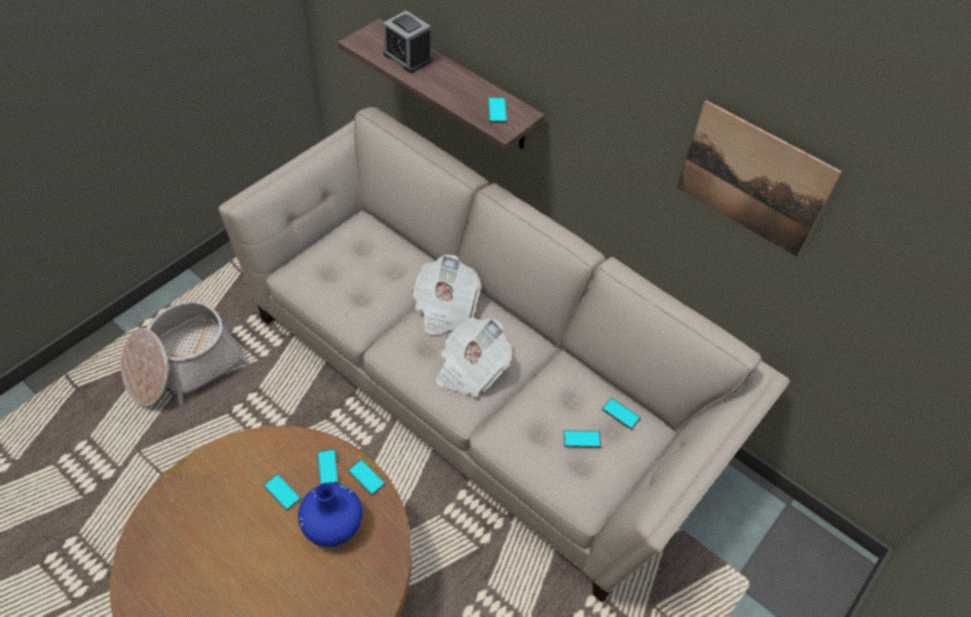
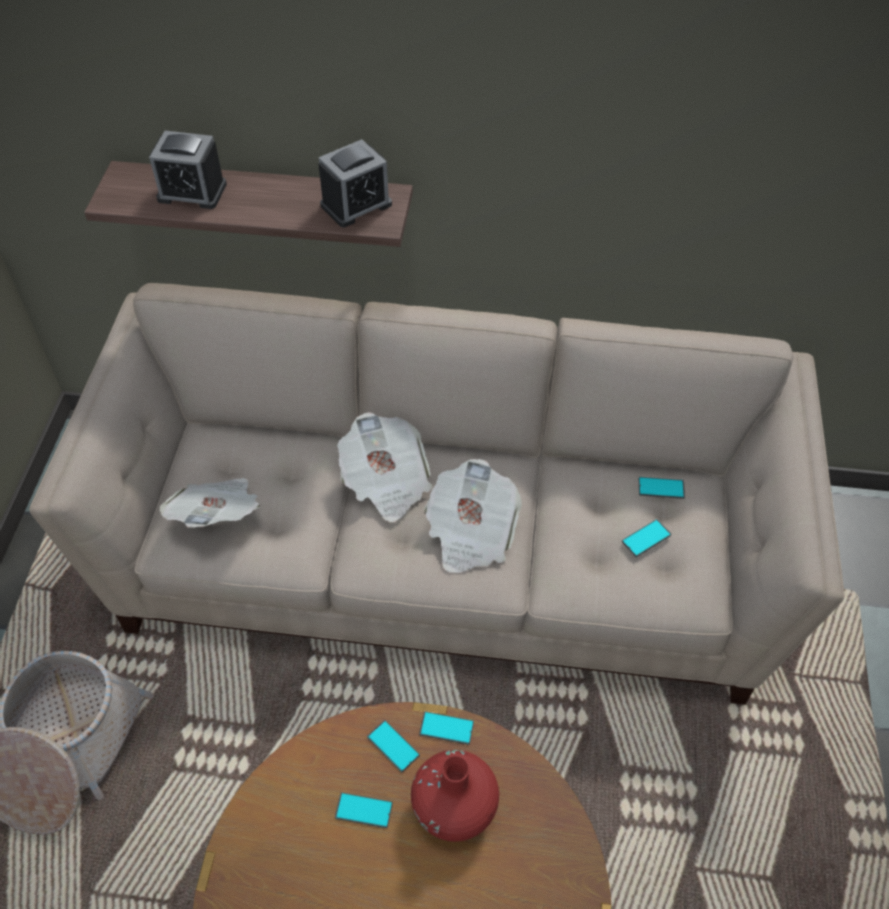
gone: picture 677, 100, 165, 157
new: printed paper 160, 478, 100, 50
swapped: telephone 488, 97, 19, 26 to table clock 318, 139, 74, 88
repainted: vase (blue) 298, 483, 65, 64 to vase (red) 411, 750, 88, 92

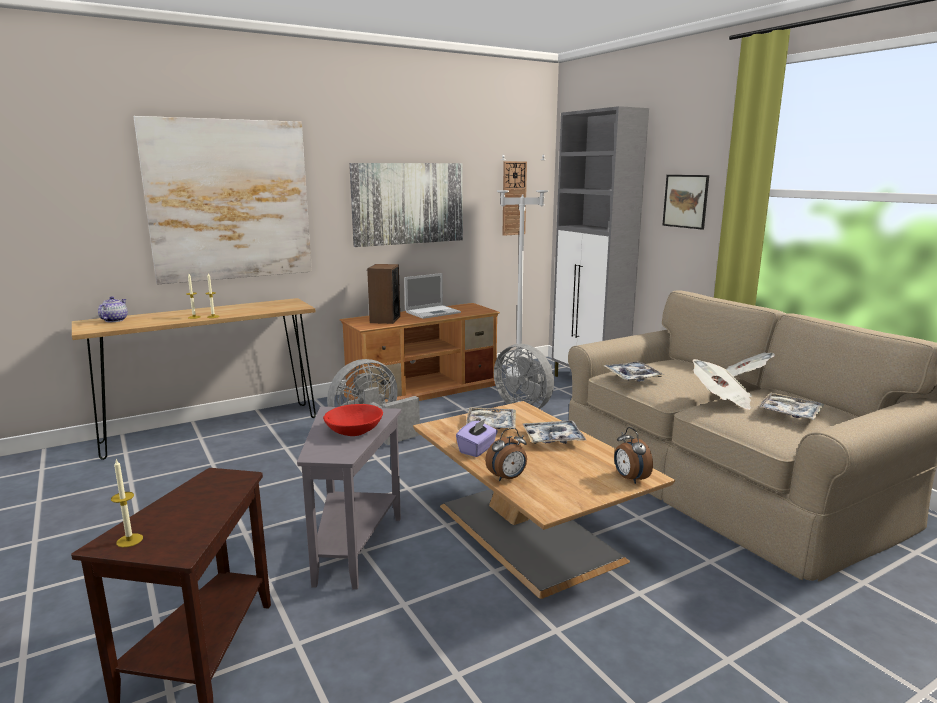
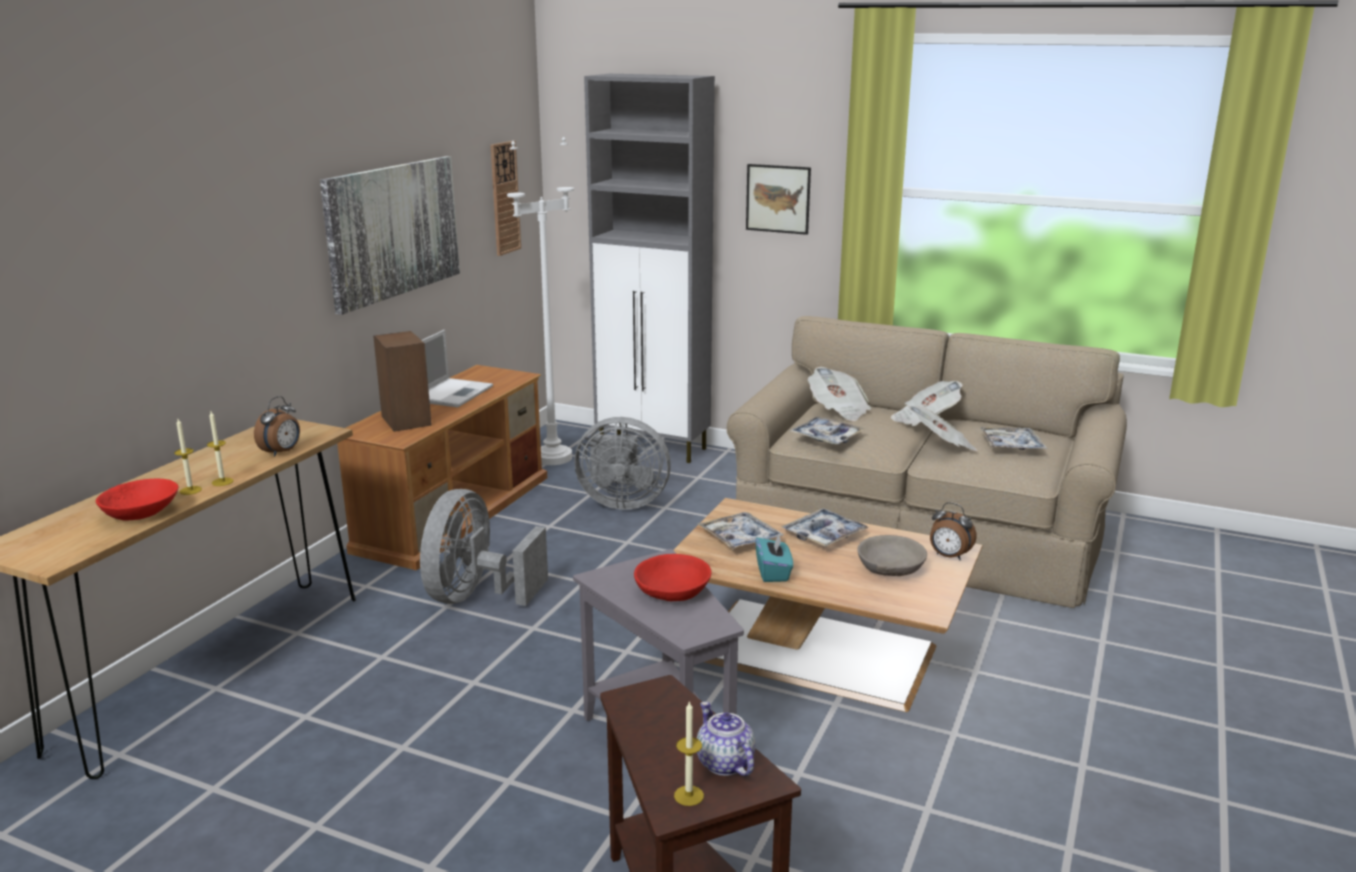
gone: picture 134, 116, 178, 169
new: bowl (red) 96, 479, 82, 42; printed paper 808, 367, 63, 54; bowl (greyish) 857, 535, 70, 41
shifted: tea pot 98, 296, 30, 26 to 697, 702, 59, 74; table clock 485, 428, 42, 54 to 254, 396, 46, 61
repainted: tissue box (purple) 456, 419, 42, 38 to tissue box (turquoise-coloured) 755, 534, 38, 48

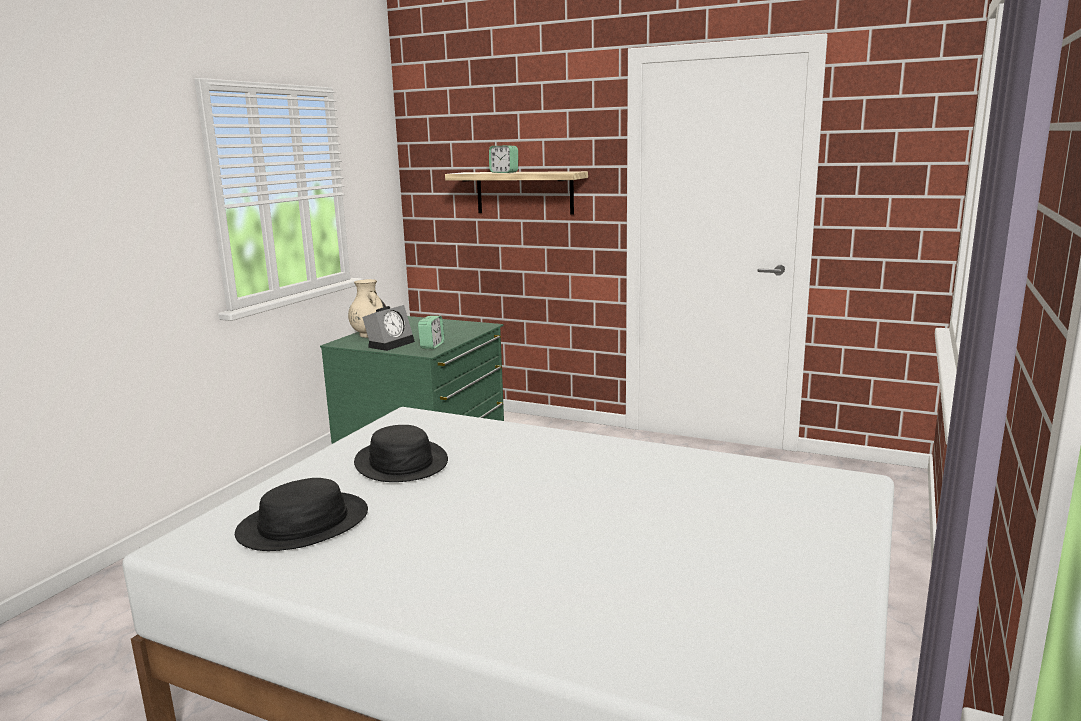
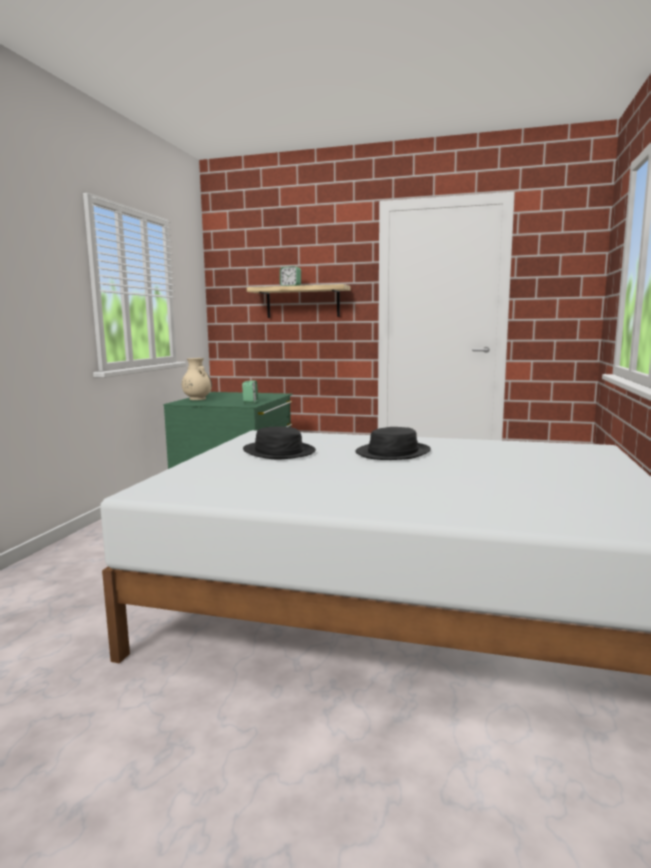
gone: table clock 362, 305, 53, 46
shifted: wearable hat (black-coloured) 235, 478, 133, 73 to 356, 427, 75, 33

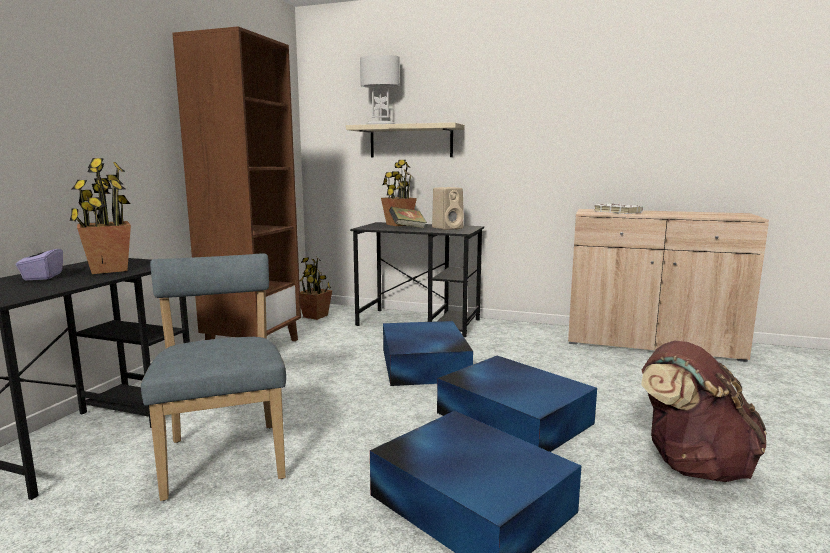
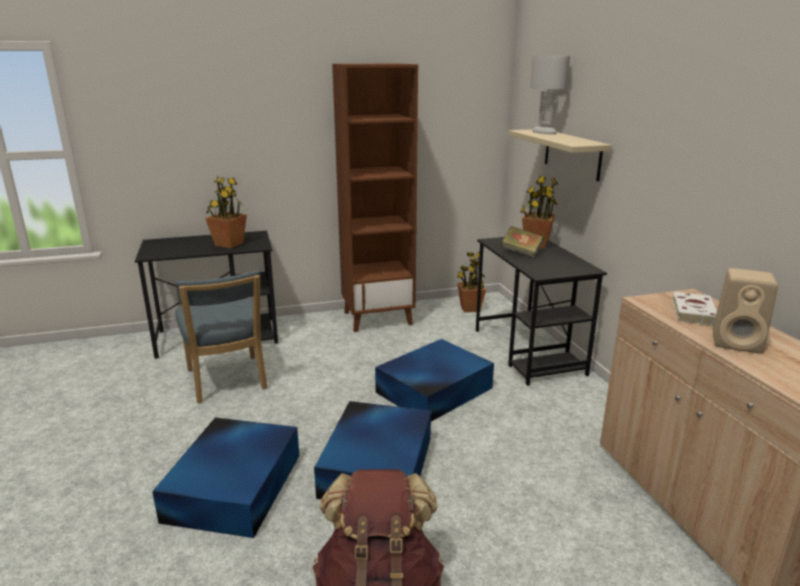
gone: tissue box (purple) 16, 242, 47, 38
shifted: loudspeaker (sand-coloured) 432, 187, 32, 43 to 713, 268, 65, 86
rotated: plain chair (blue) 141, 253, 145, 248 = 175, 270, 92, 133 120 degrees clockwise

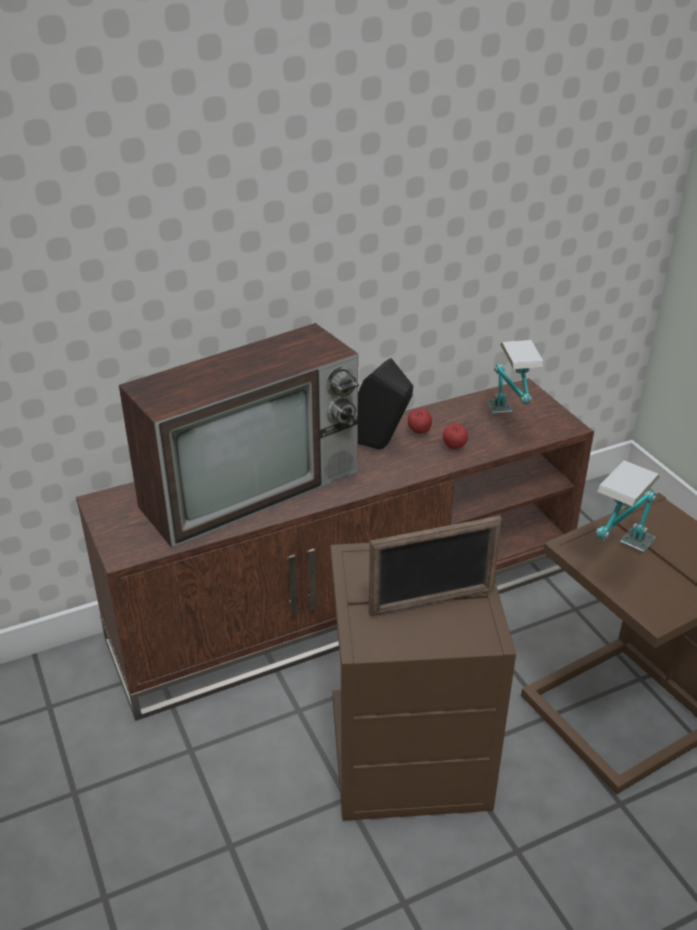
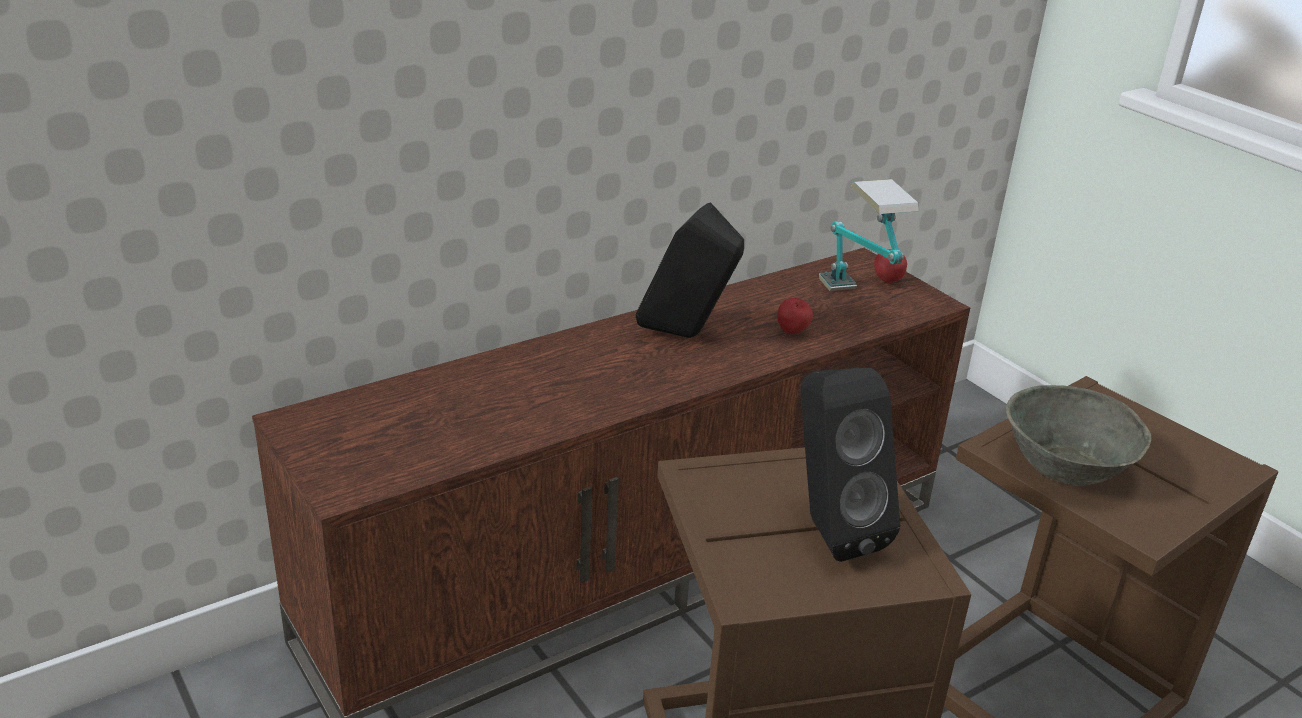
gone: television 119, 323, 240, 225
shifted: whole apple 408, 409, 24, 25 to 874, 249, 33, 34
swapped: photo frame 369, 516, 133, 101 to loudspeaker (black-coloured) 801, 368, 99, 194; tabletop lamp 596, 460, 63, 93 to bowl (greyish) 1006, 385, 145, 101

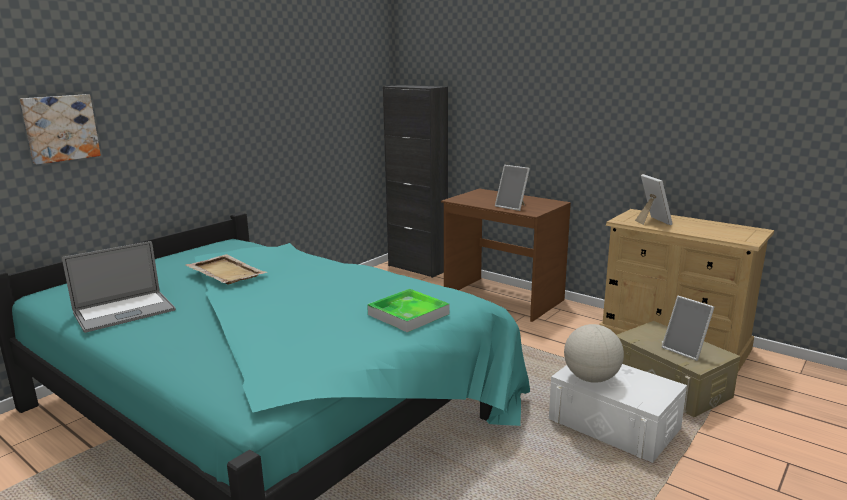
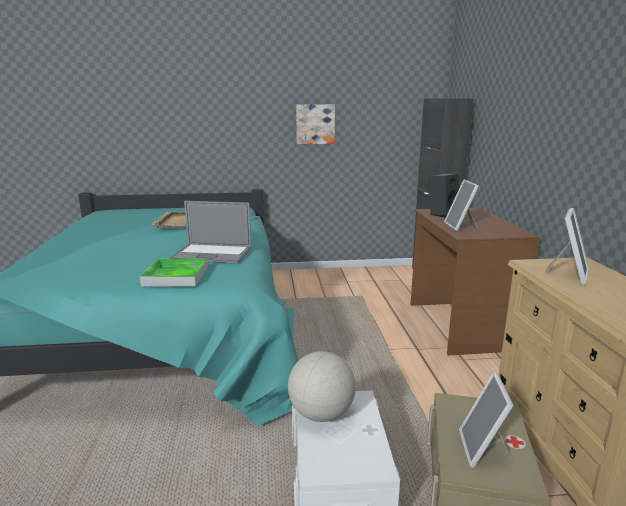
new: loudspeaker (black-coloured) 429, 174, 30, 44
shifted: picture 20, 94, 81, 71 to 296, 104, 39, 40; notebook computer 62, 241, 114, 92 to 170, 201, 81, 63

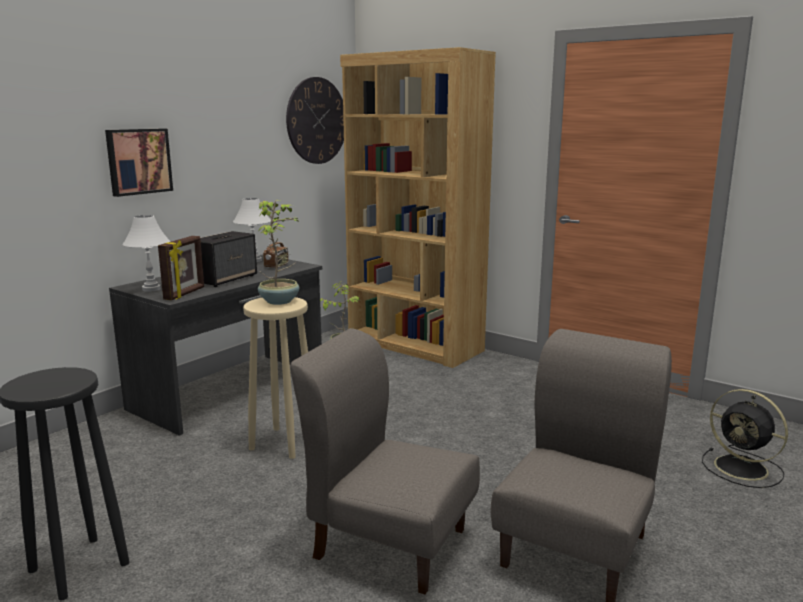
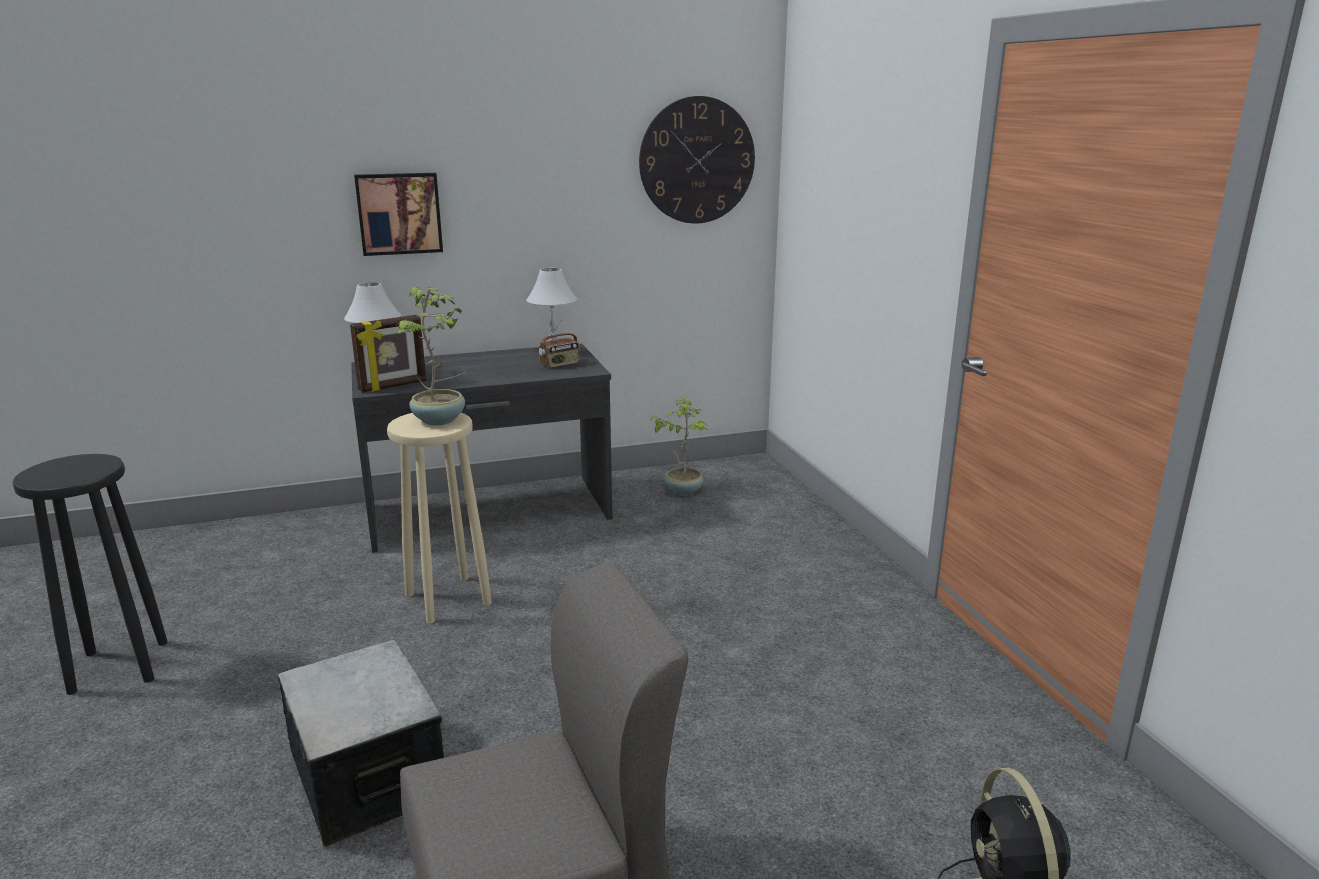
gone: loudspeaker 200, 231, 57, 56; shelving unit (brown-coloured) 340, 47, 156, 321
swapped: plain chair (greyish) 290, 328, 190, 266 to storage container 277, 640, 167, 207

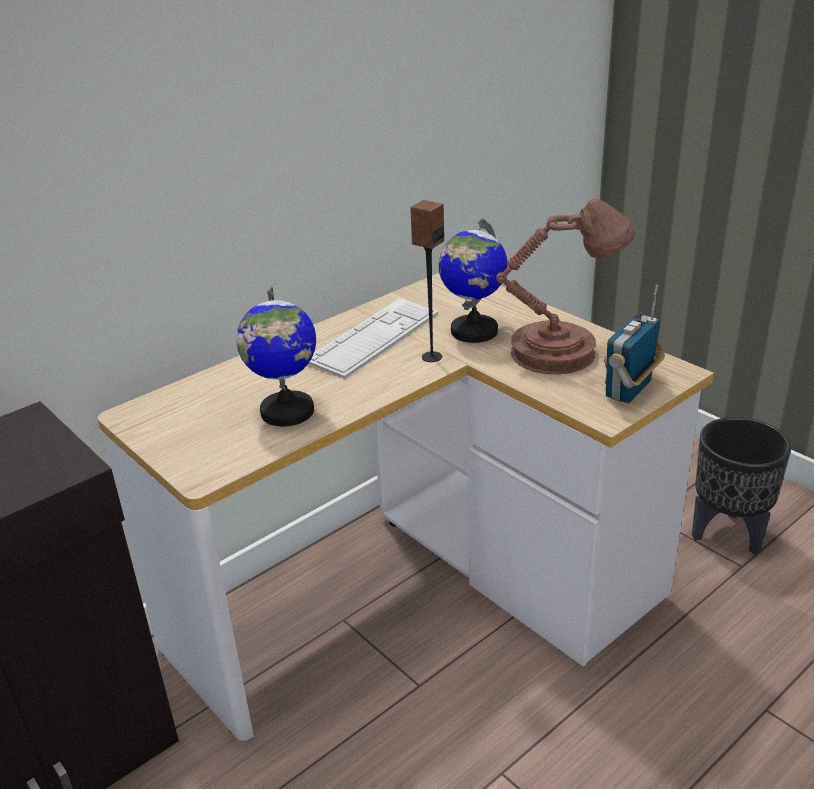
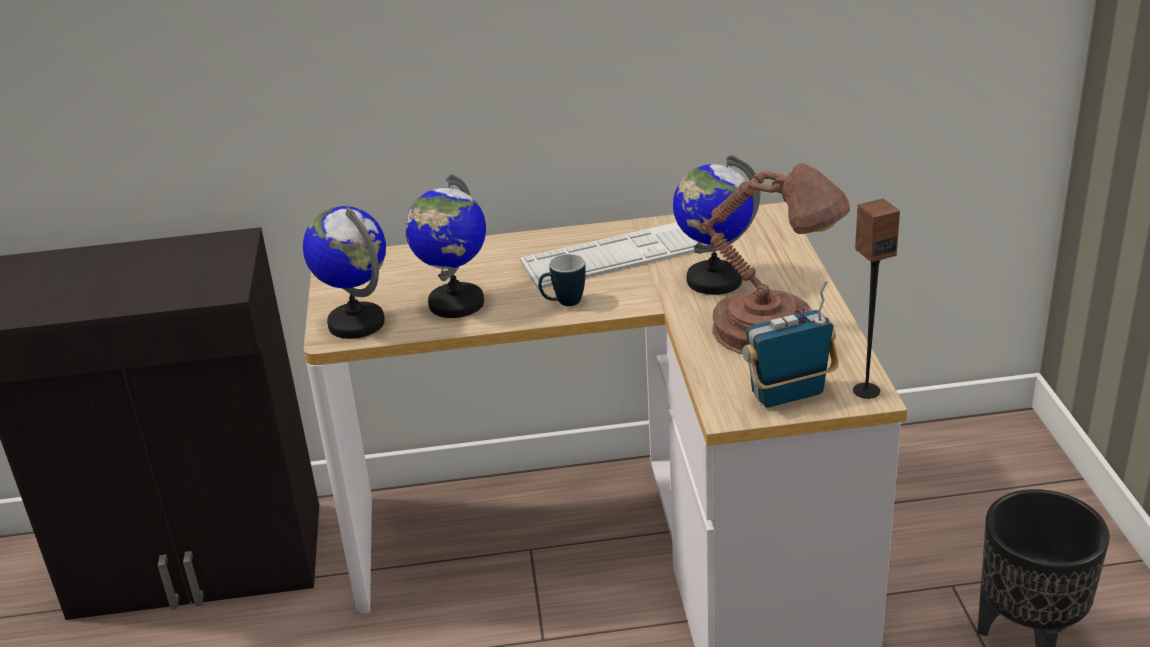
new: globe 303, 206, 83, 133; tea mug 538, 254, 48, 52
shifted: loudspeaker 410, 200, 34, 162 to 853, 198, 47, 201

